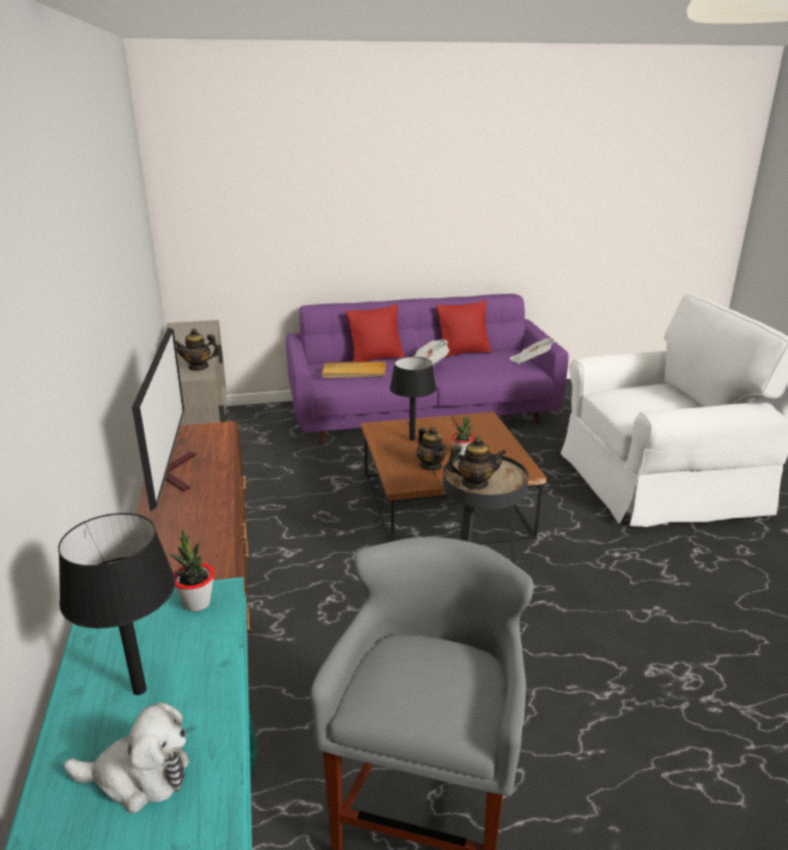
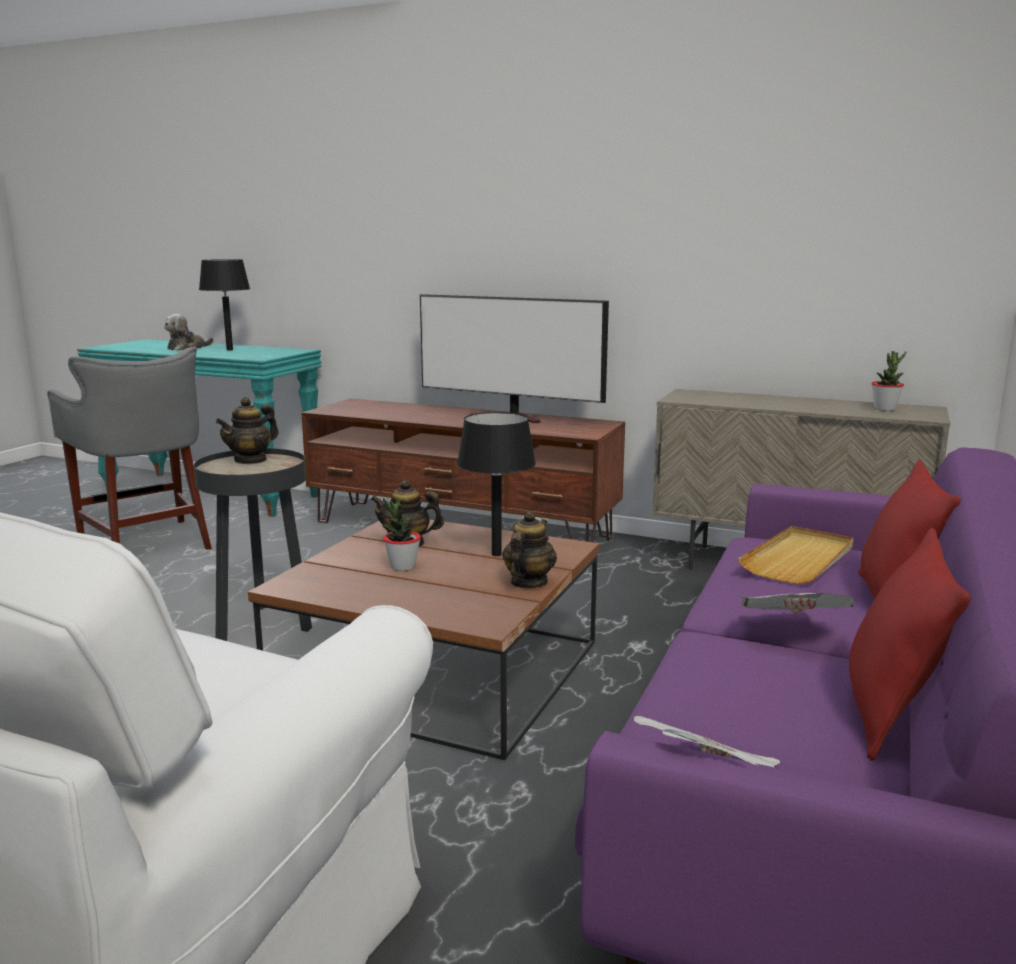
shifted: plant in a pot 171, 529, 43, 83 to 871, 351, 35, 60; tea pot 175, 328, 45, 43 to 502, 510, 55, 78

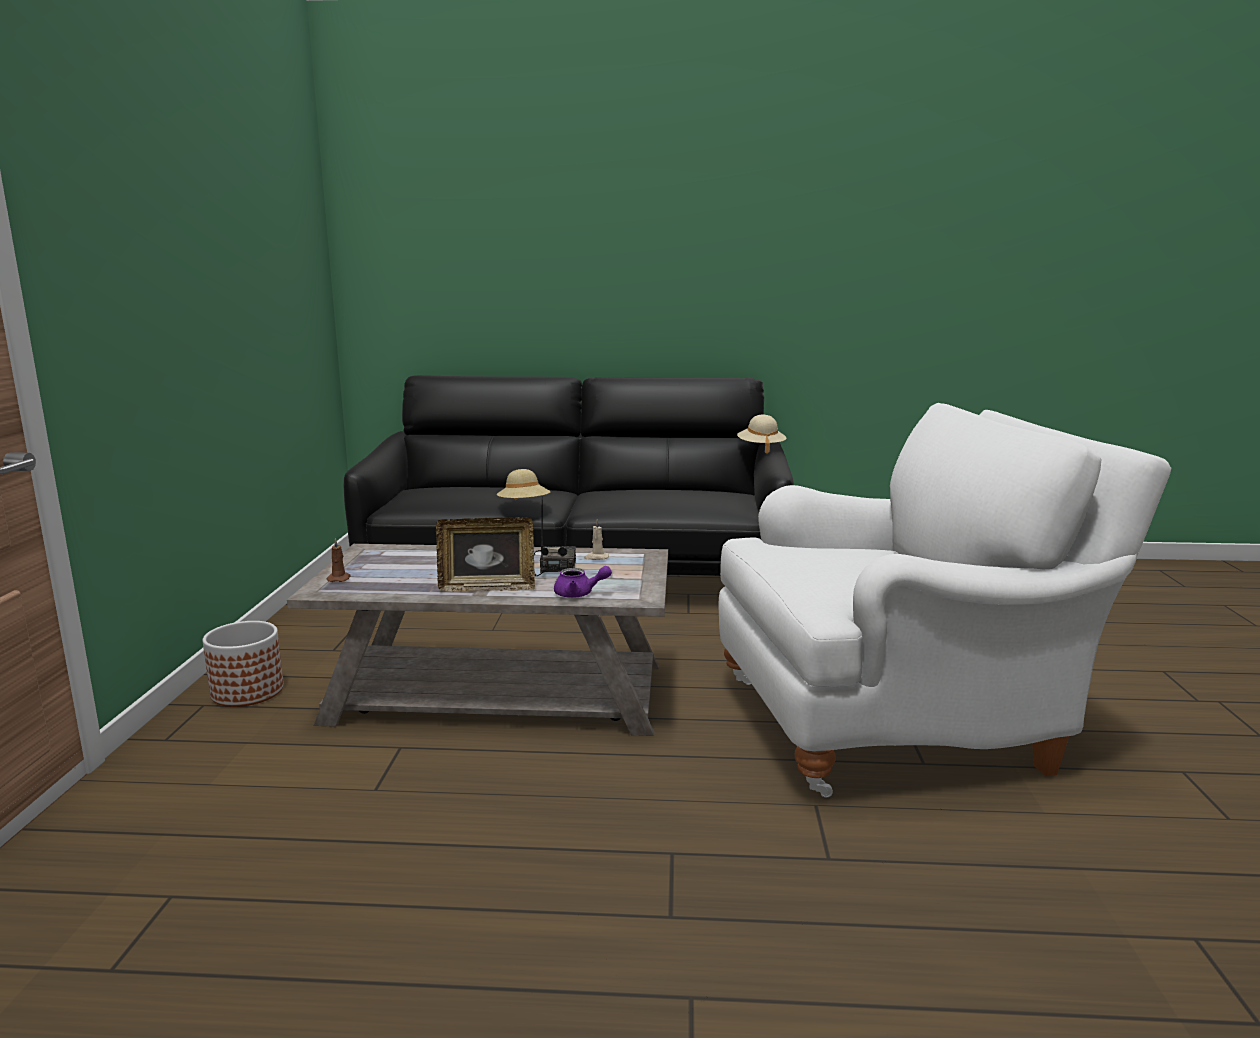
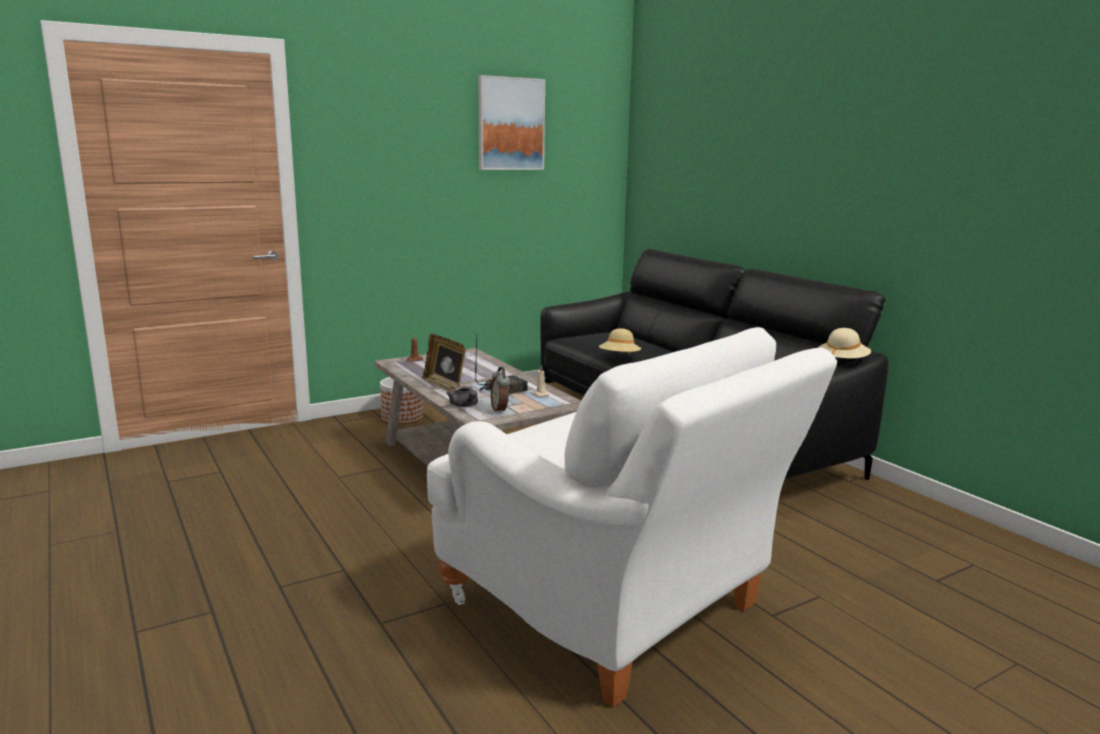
new: picture 478, 75, 67, 95; table clock 491, 367, 19, 47
repainted: tea pot (purple) 554, 566, 58, 32 to tea pot (greyish) 446, 386, 32, 21

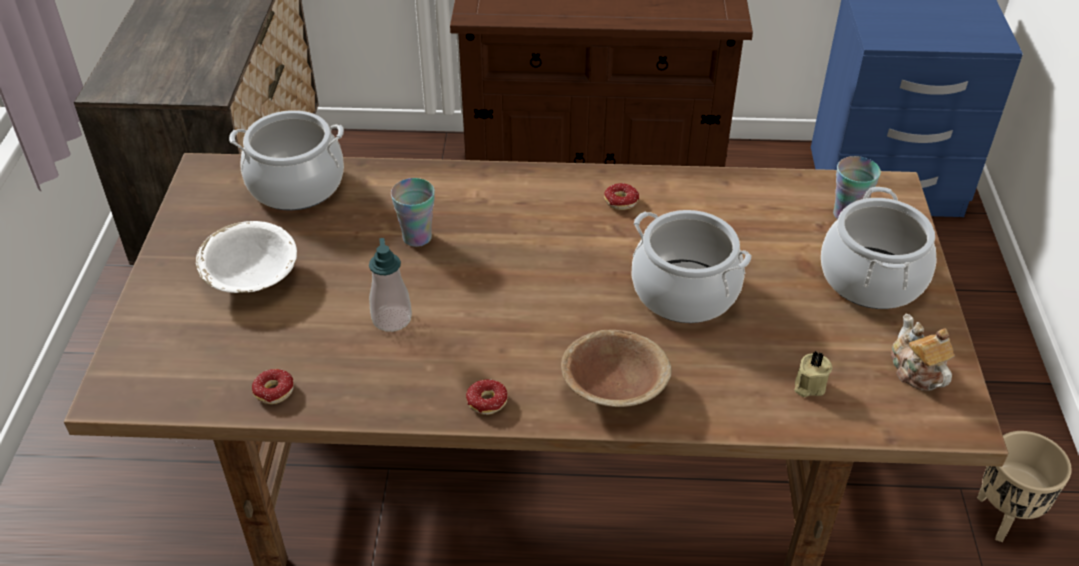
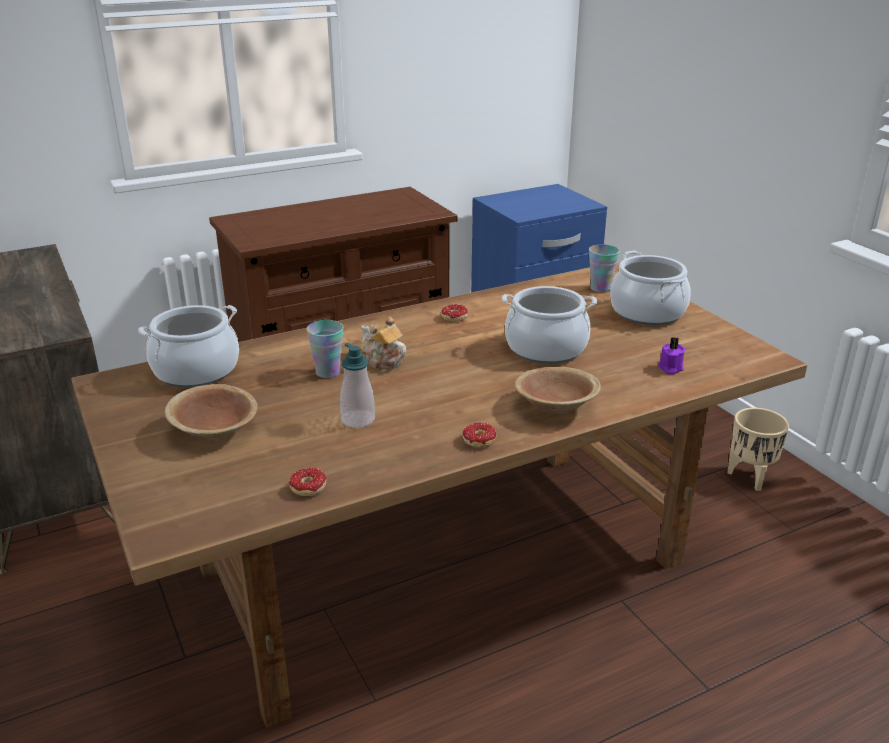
shifted: tea pot 891, 314, 64, 76 to 361, 317, 45, 52
repainted: bowl (white-coloured) 196, 221, 101, 72 to bowl (brown-coloured) 165, 384, 93, 55; wax light (sand-coloured) 794, 351, 38, 46 to wax light (purple) 658, 337, 28, 38

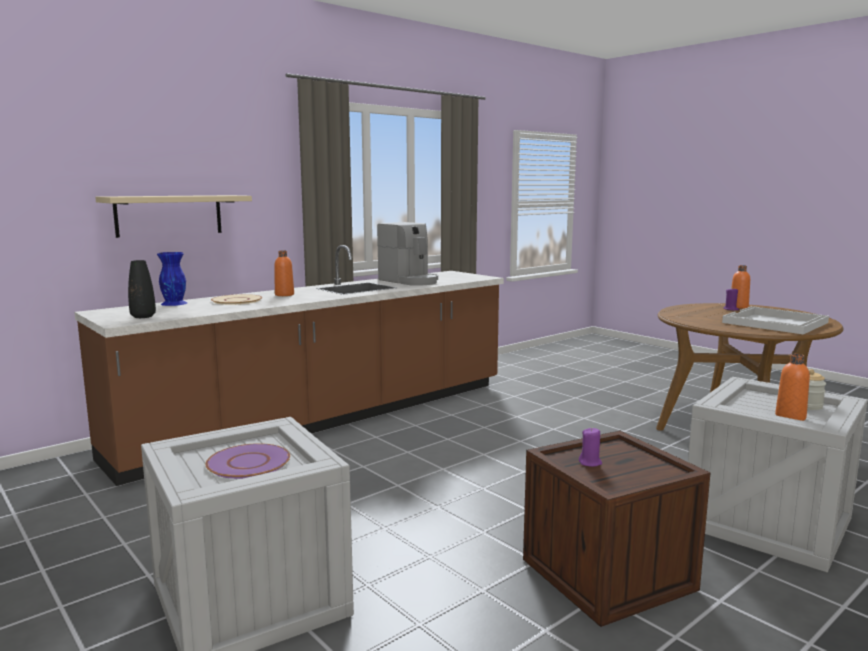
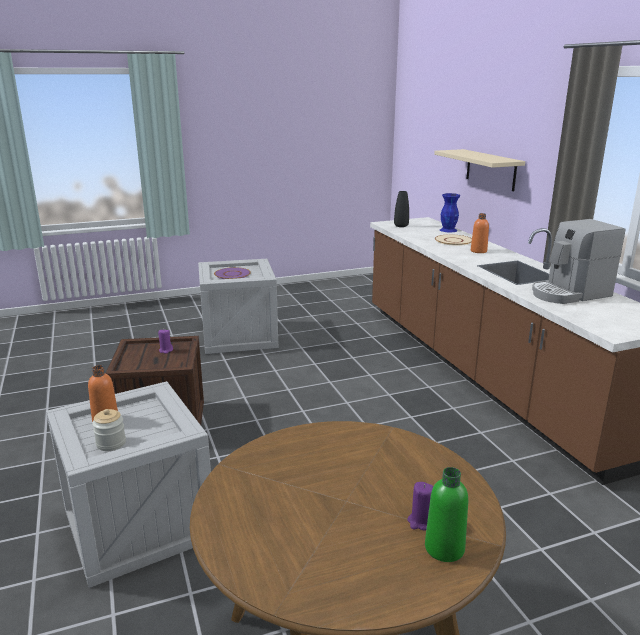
gone: carrying tray (white-coloured) 722, 306, 107, 28
repainted: beverage bottle (orangey) 731, 265, 19, 44 to beverage bottle (green-coloured) 425, 467, 43, 95

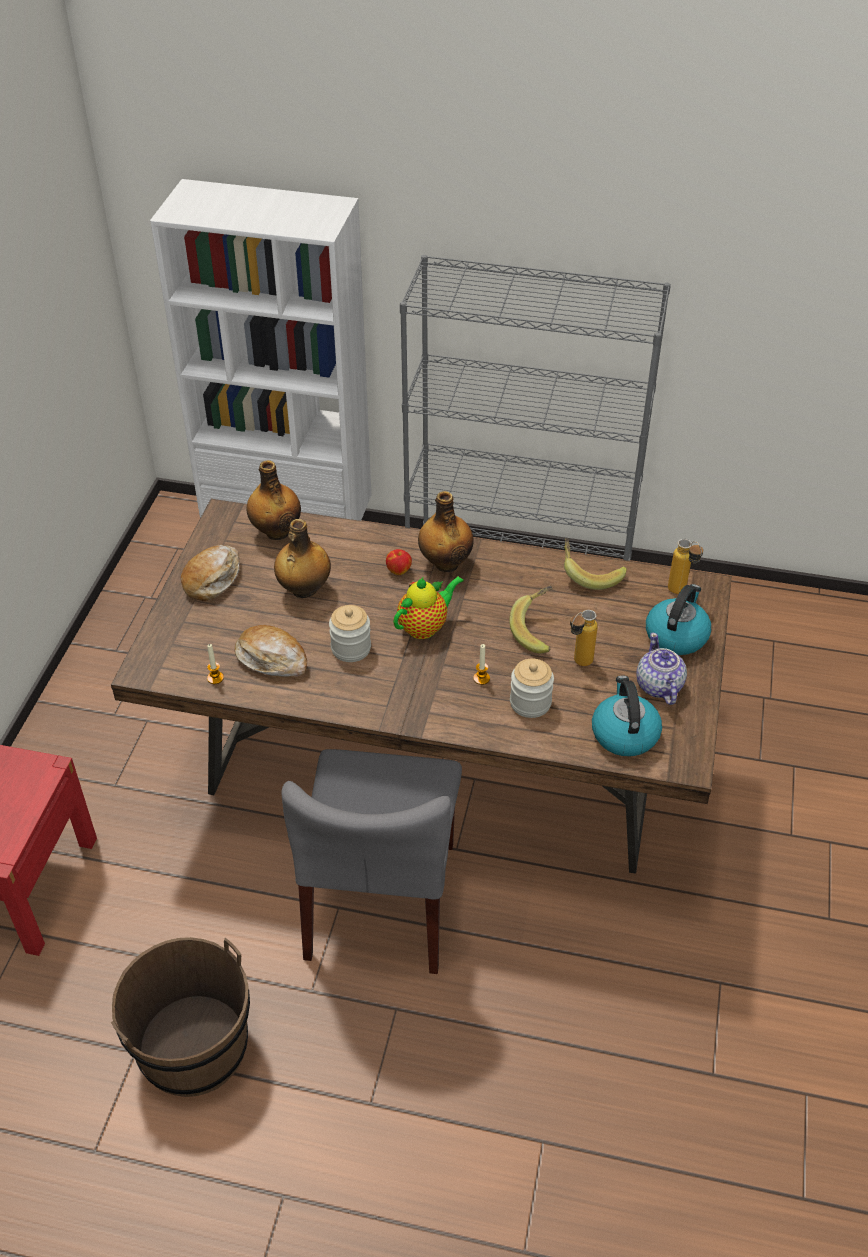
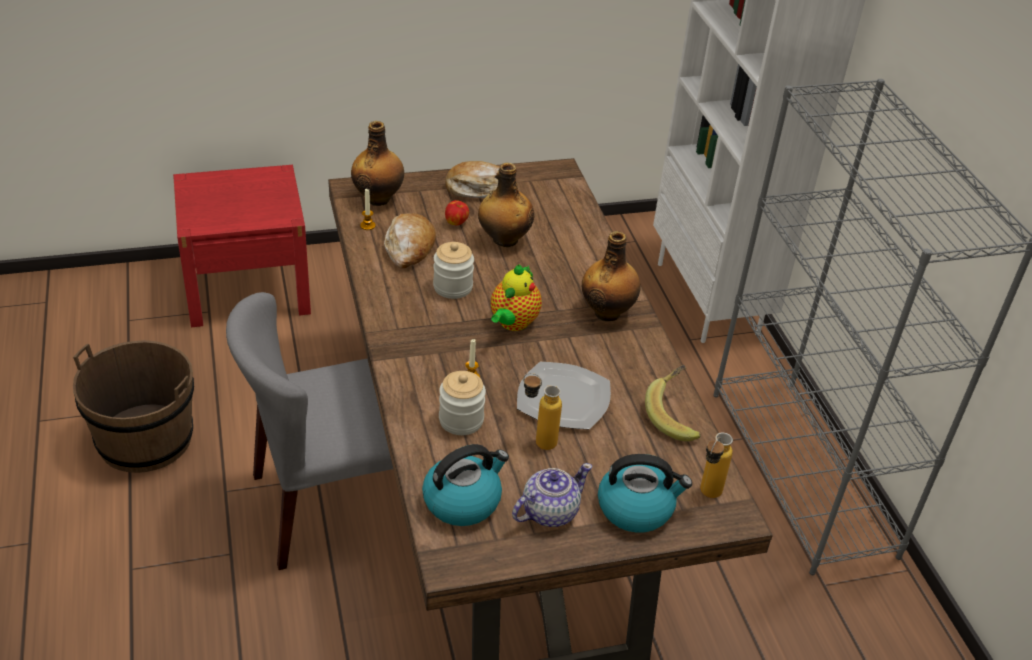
shifted: beverage bottle 246, 460, 55, 80 to 351, 121, 53, 85; whole apple 386, 549, 26, 26 to 445, 200, 24, 25
swapped: banana 509, 586, 44, 68 to dinner plate 517, 362, 94, 67
rotated: tea pot 393, 576, 71, 63 = 491, 264, 51, 67 90 degrees clockwise

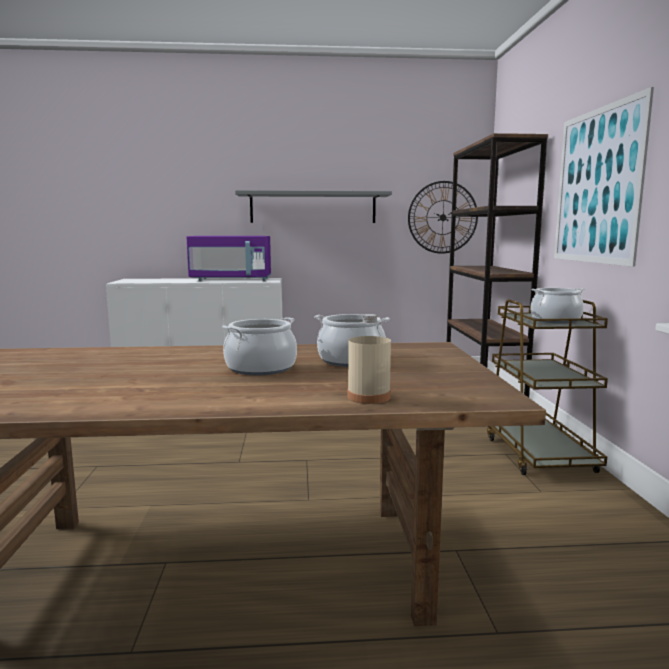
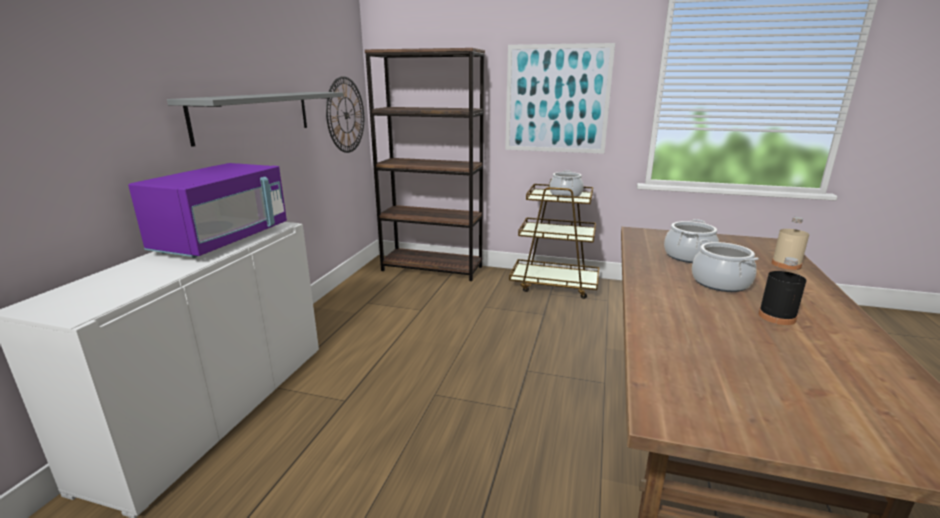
new: beverage bottle (black-coloured) 758, 257, 49, 68

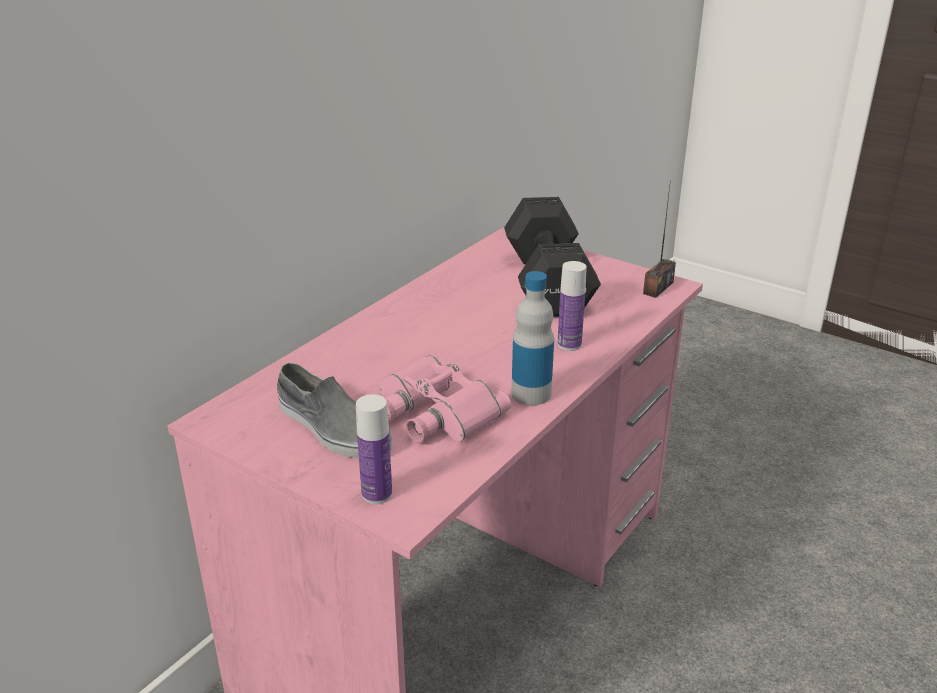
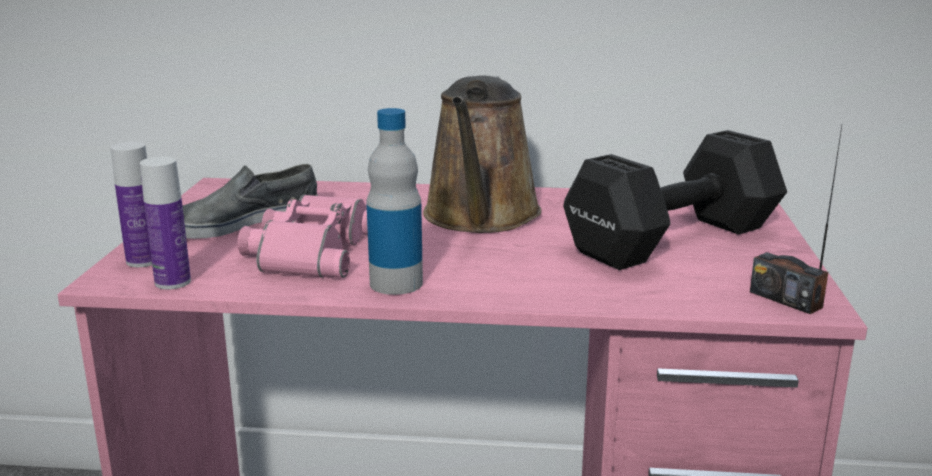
new: watering pot (brown-coloured) 423, 76, 119, 157
shifted: beverage bottle 557, 261, 30, 90 to 140, 157, 51, 132
rotated: item of footwear (greyish) 277, 363, 115, 95 = 183, 164, 135, 75 45 degrees clockwise; radio set 643, 179, 33, 119 = 750, 126, 92, 188 45 degrees clockwise

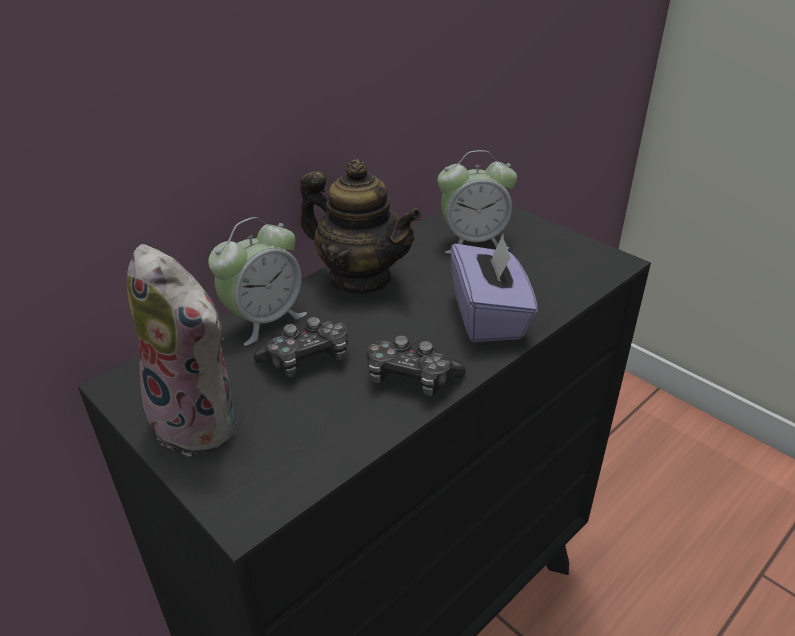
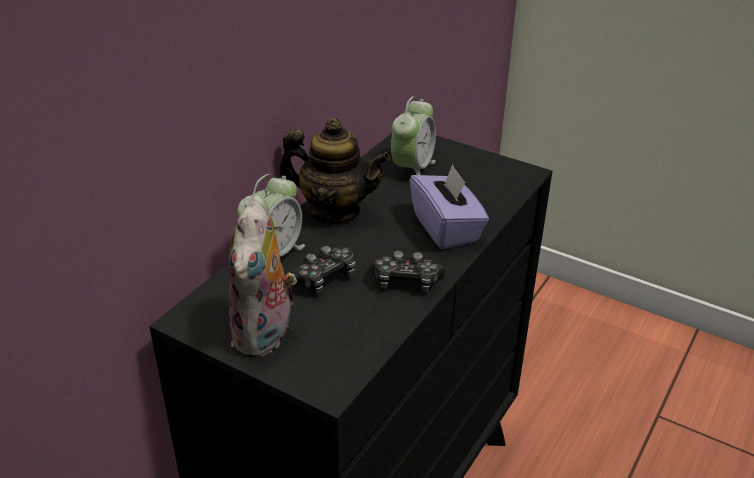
rotated: cuddly toy 127, 244, 107, 213 = 229, 200, 68, 157 75 degrees clockwise; table clock 437, 150, 80, 103 = 391, 96, 45, 79 45 degrees counterclockwise

